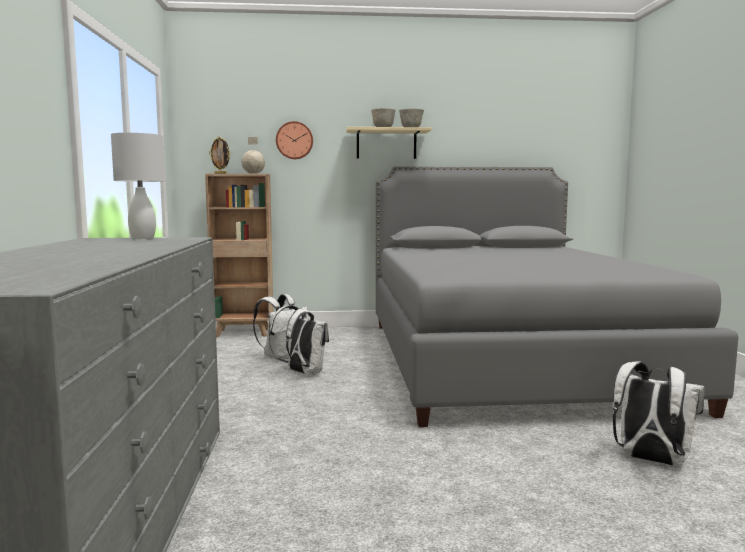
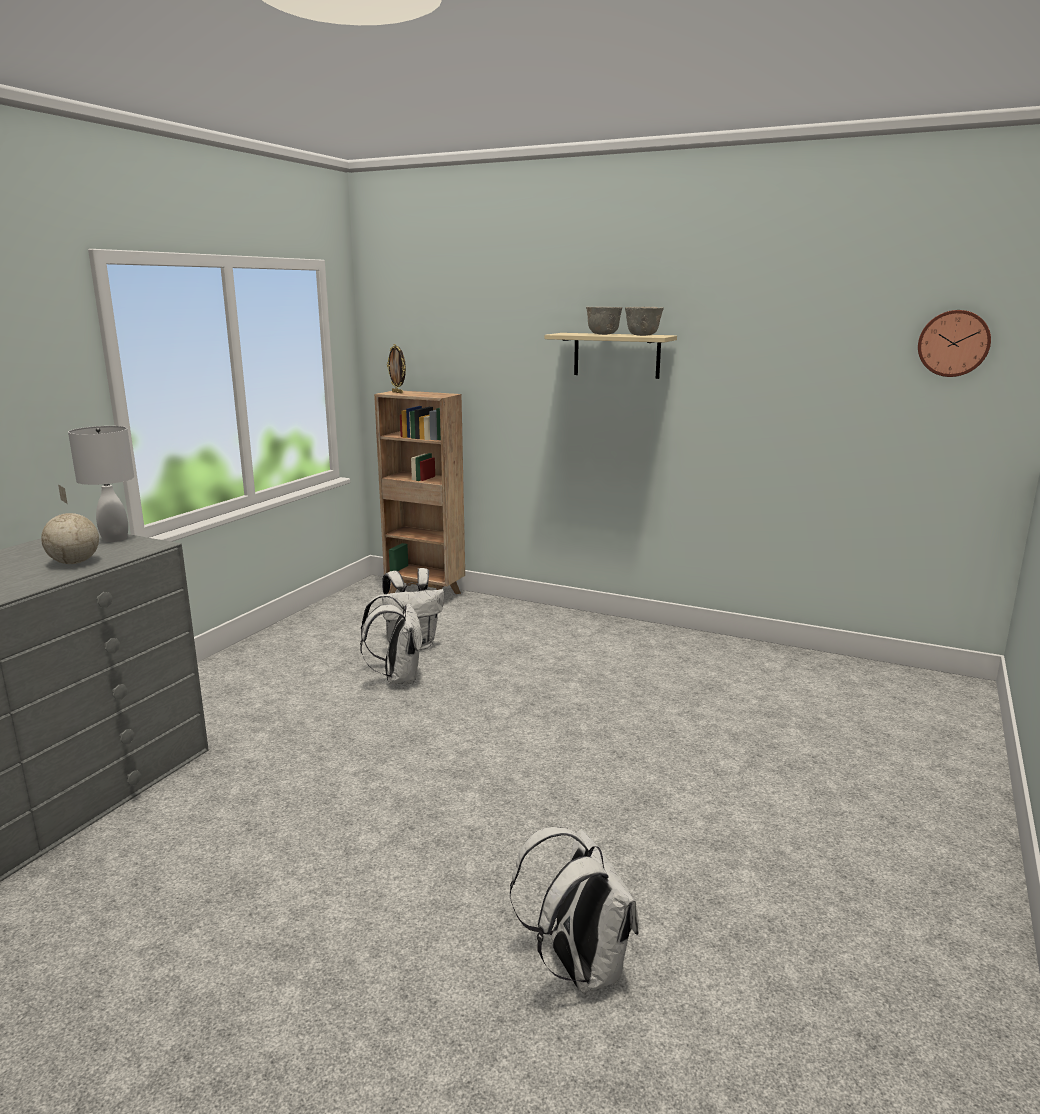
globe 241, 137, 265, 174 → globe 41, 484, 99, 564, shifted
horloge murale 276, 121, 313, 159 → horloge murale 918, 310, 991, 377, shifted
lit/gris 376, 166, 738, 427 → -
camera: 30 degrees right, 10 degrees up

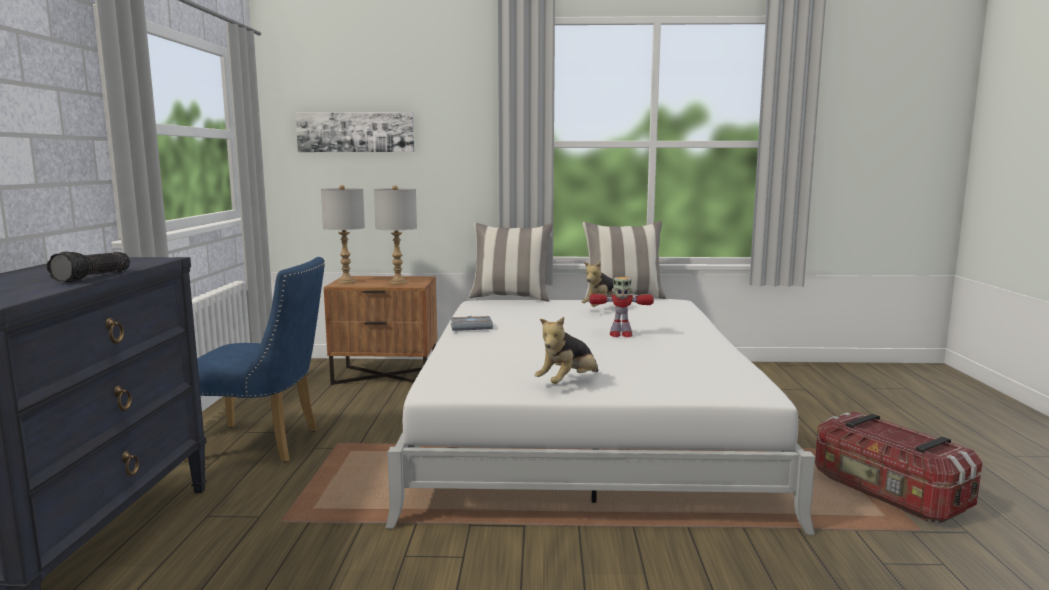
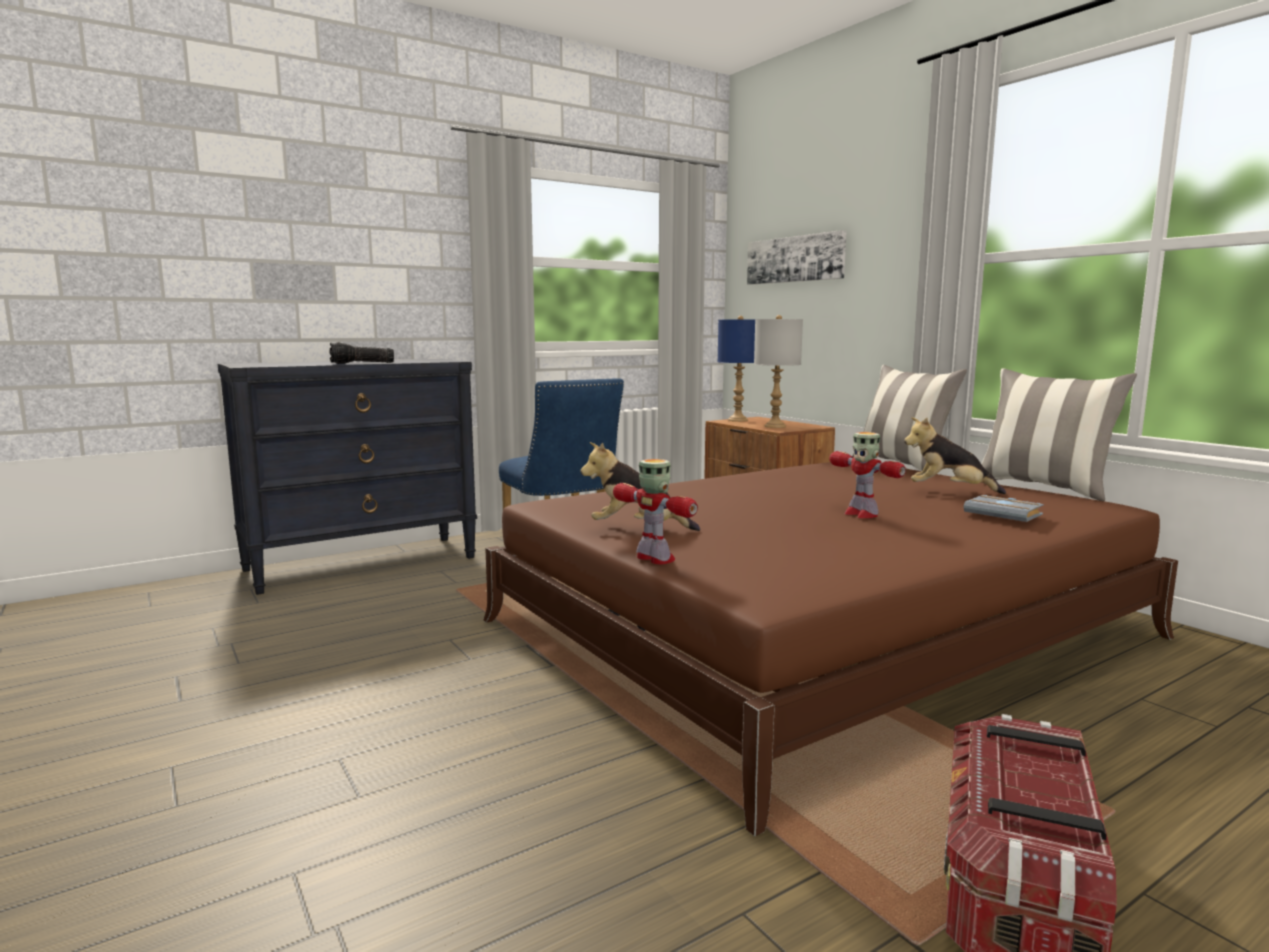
lit/blanc 385, 299, 815, 535 → lit/marron 483, 462, 1178, 836
- → robot jouet 613, 459, 698, 564
lampe de table/gris 321, 185, 365, 284 → lampe de table/bleu 718, 316, 755, 422
livre/gris 450, 316, 493, 331 → livre/gris 964, 495, 1044, 522, shifted
camera: 55 degrees right, 0 degrees up

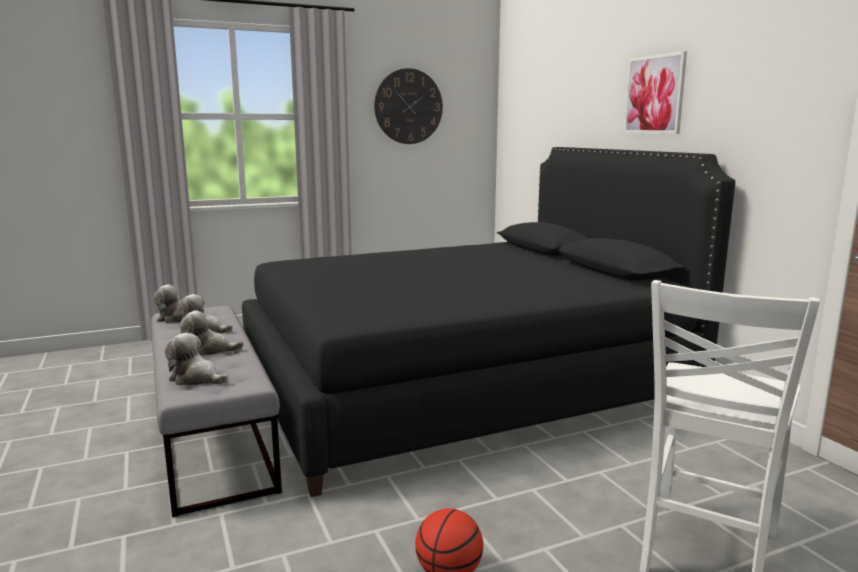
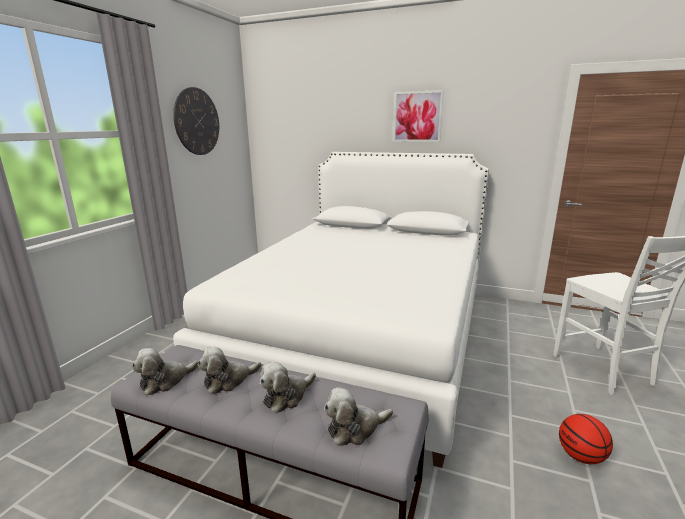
lit/noir 242, 147, 735, 497 → lit/blanc 173, 152, 489, 468
camera: 45 degrees left, 5 degrees up

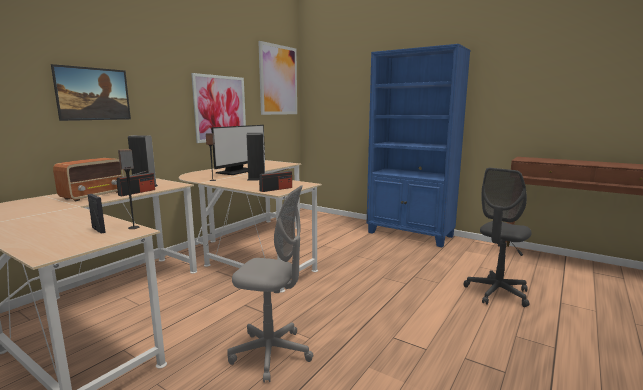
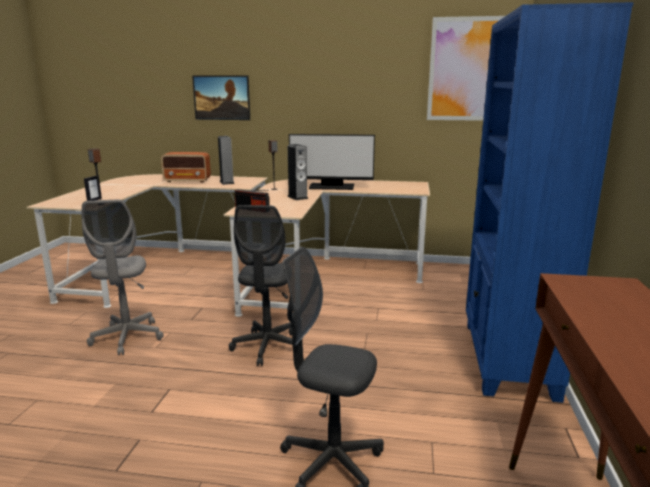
- → chaise de bureau/gris 229, 205, 293, 366
radio 116, 170, 155, 196 → -
tableau 191, 73, 246, 143 → -
camera: 65 degrees right, 5 degrees up

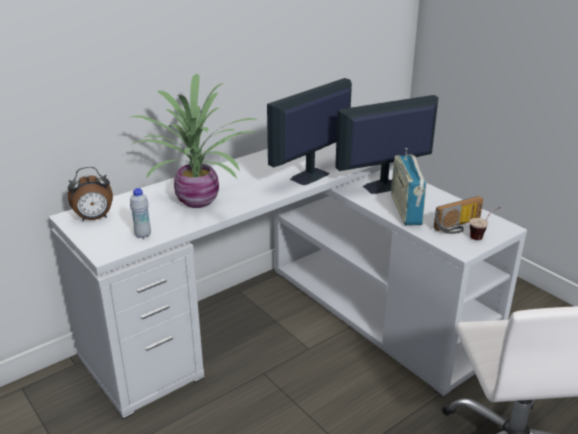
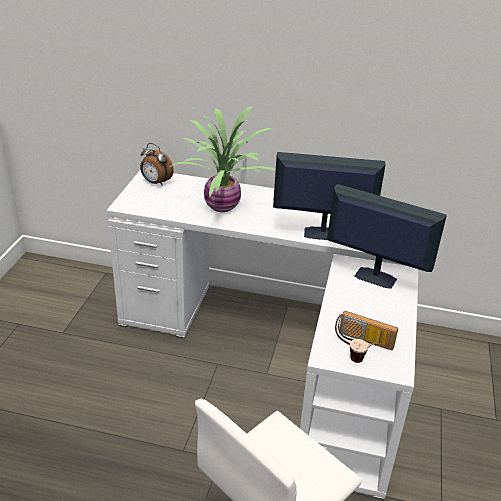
bouteille/blanc 130, 188, 151, 239 → -
radio 391, 148, 426, 226 → -
camera: 50 degrees right, 5 degrees up

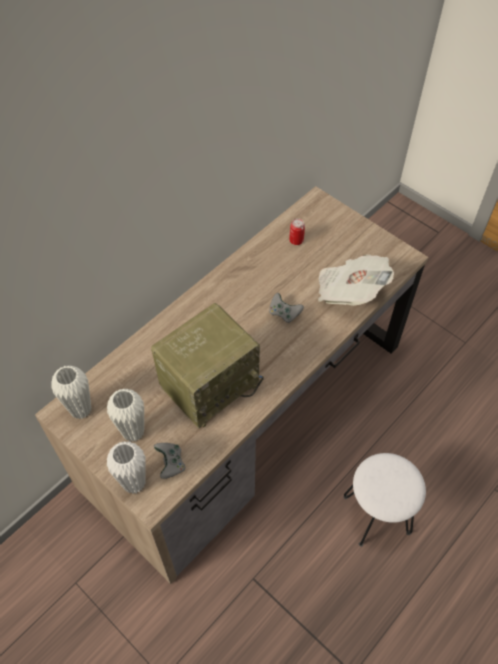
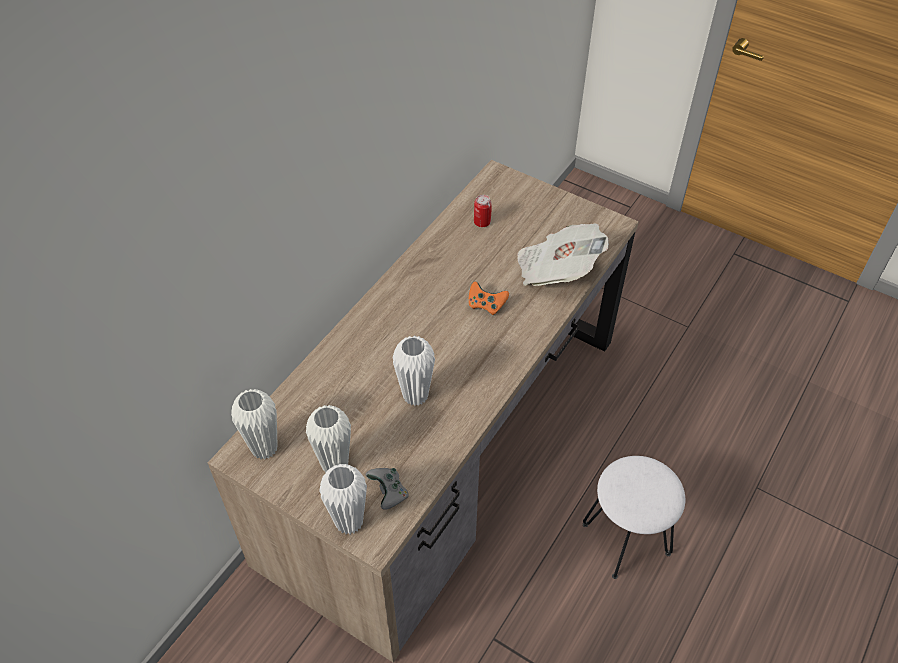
radio 151, 303, 264, 428 → vase/blanc 392, 336, 435, 406
manette/gris 269, 293, 304, 323 → manette/orange 469, 281, 509, 315
camera: 10 degrees left, 5 degrees down

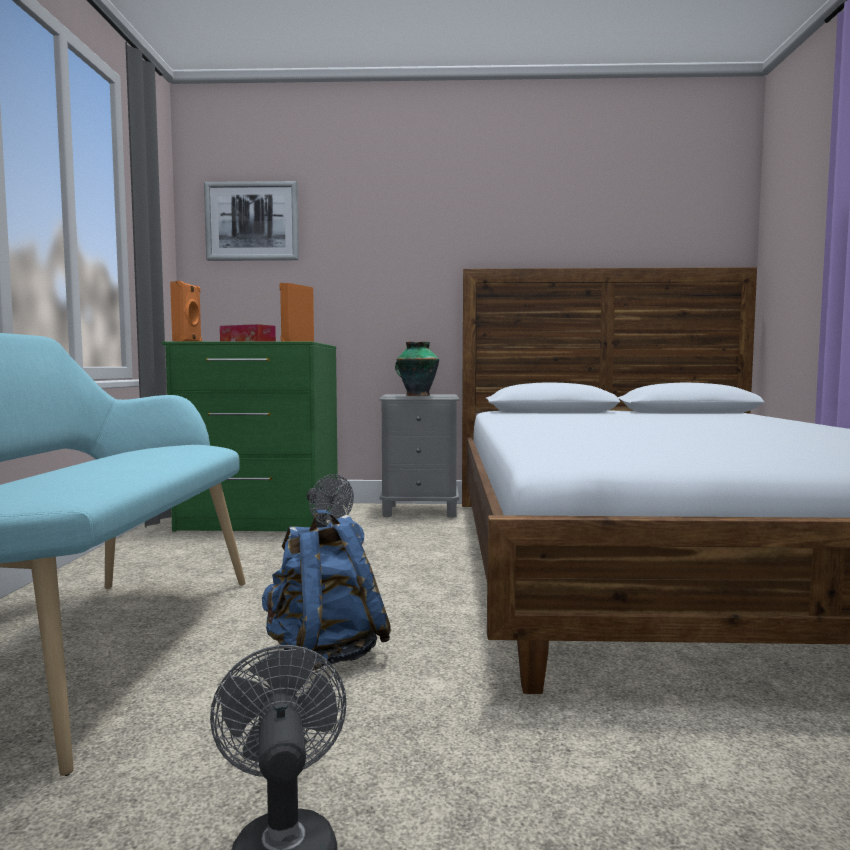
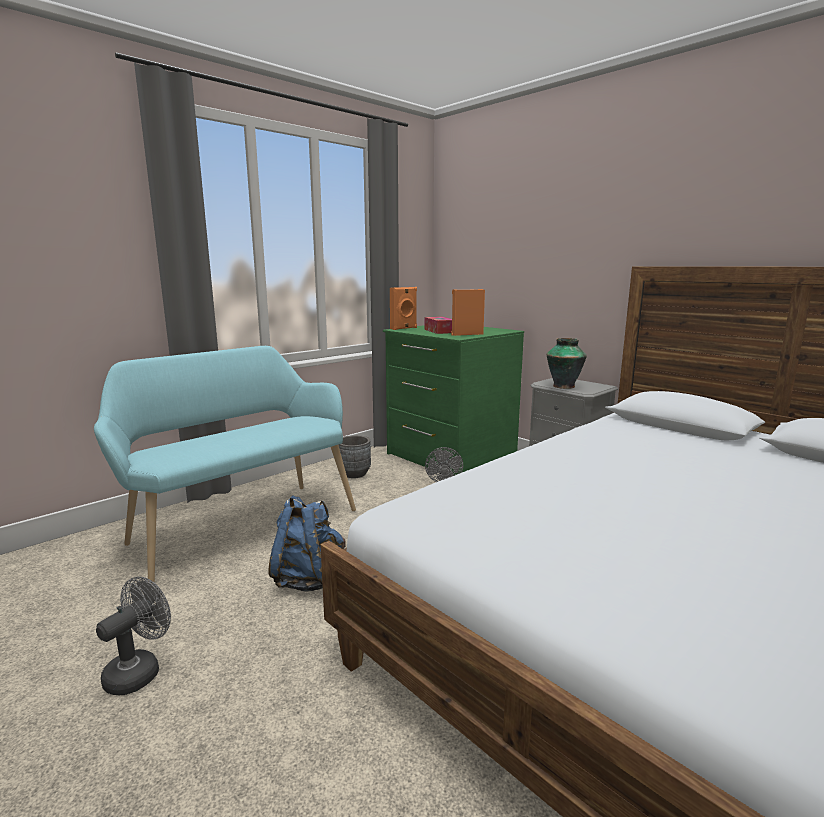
- → cache-pot/gris 338, 435, 371, 478
tableau 204, 181, 299, 261 → -
camera: 45 degrees right, 10 degrees up

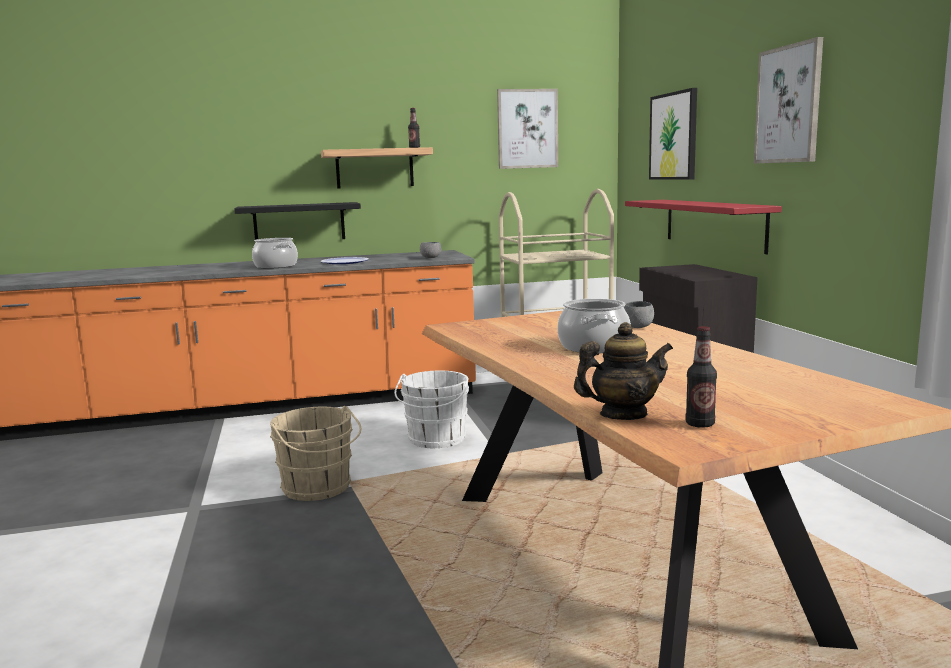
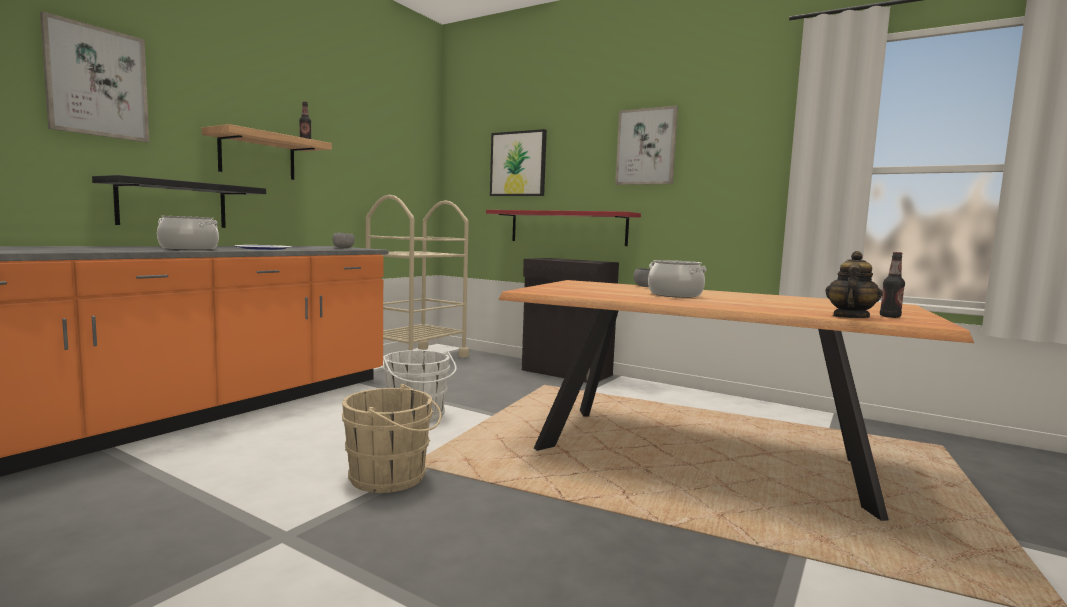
tableau 497, 89, 558, 169 → tableau 40, 11, 149, 142, shifted
camera: 45 degrees left, 5 degrees down

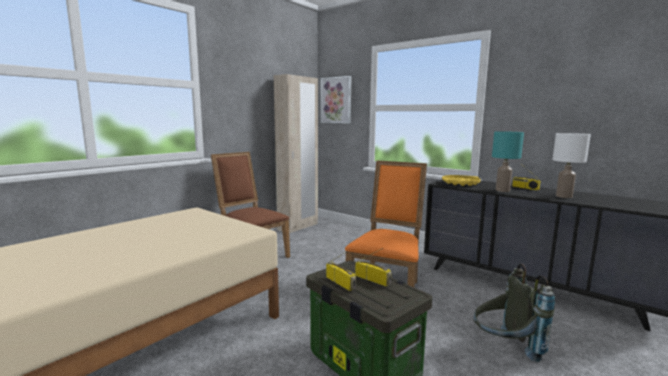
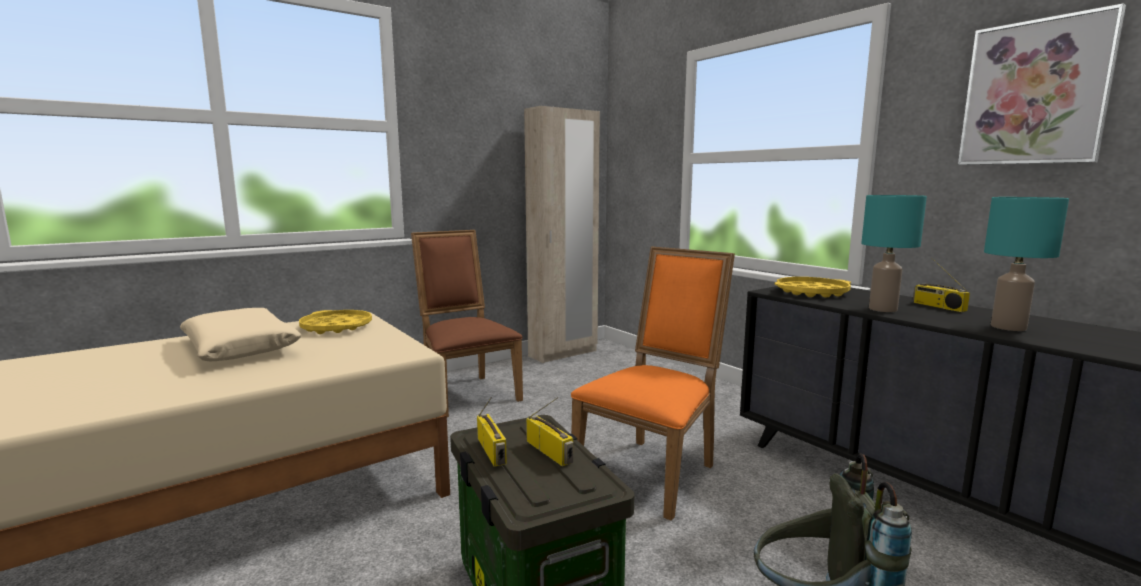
- → coussin/beige 180, 308, 302, 361
- → plateau/jaune 299, 310, 372, 334
tableau 321, 76, 352, 123 → tableau 958, 3, 1126, 165, shifted
lampe de table/blanc 552, 133, 591, 198 → lampe de table/turquoise 984, 197, 1069, 331
camera: 15 degrees right, 0 degrees up

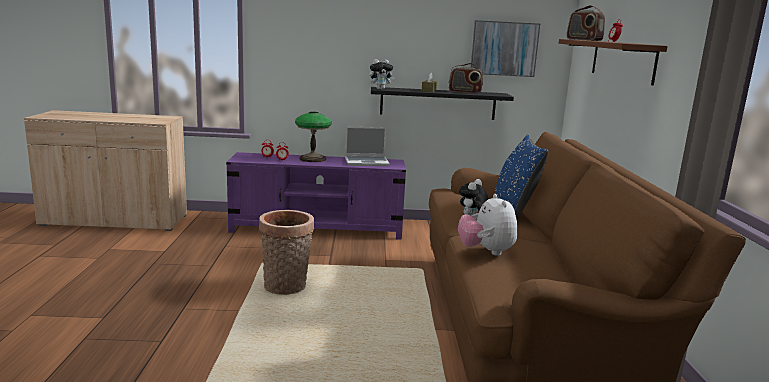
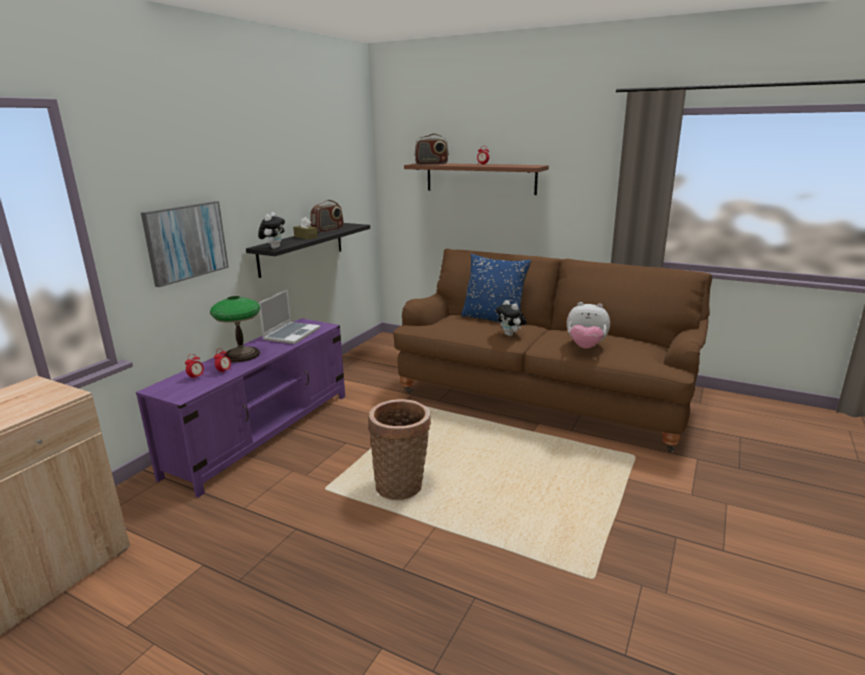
tableau 471, 20, 540, 77 → tableau 141, 201, 229, 287, shifted
camera: 60 degrees left, 5 degrees up

